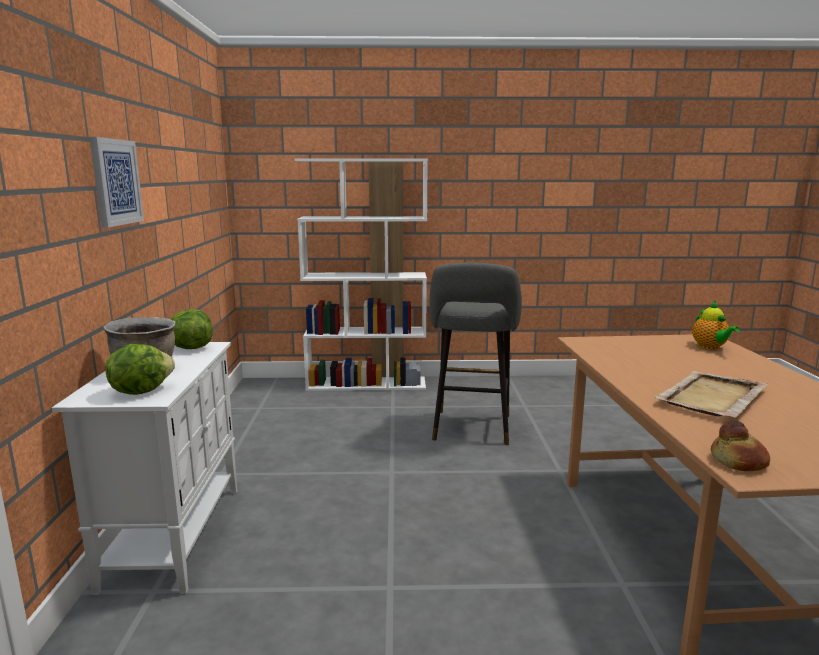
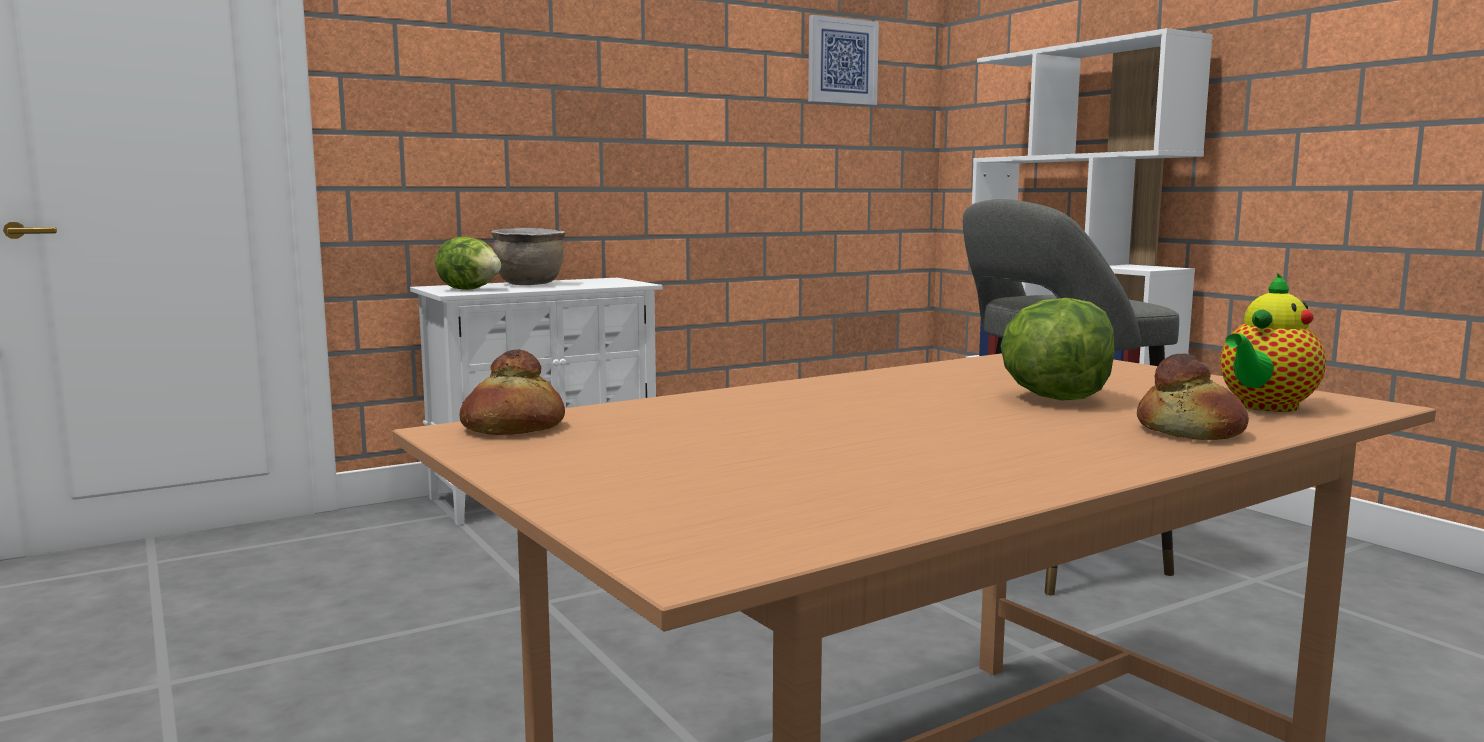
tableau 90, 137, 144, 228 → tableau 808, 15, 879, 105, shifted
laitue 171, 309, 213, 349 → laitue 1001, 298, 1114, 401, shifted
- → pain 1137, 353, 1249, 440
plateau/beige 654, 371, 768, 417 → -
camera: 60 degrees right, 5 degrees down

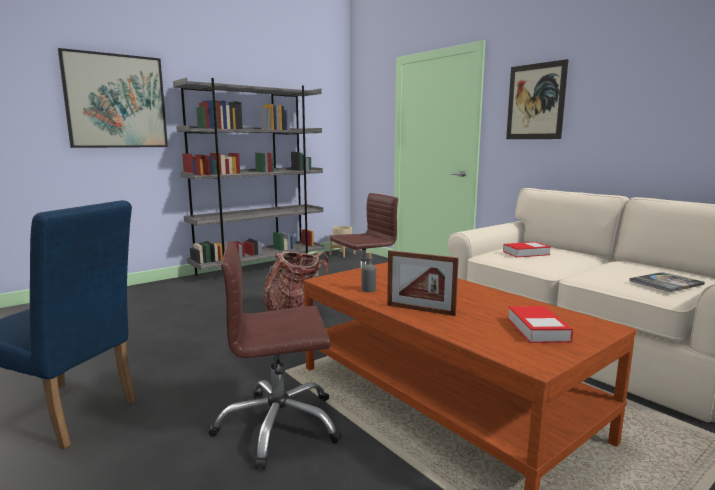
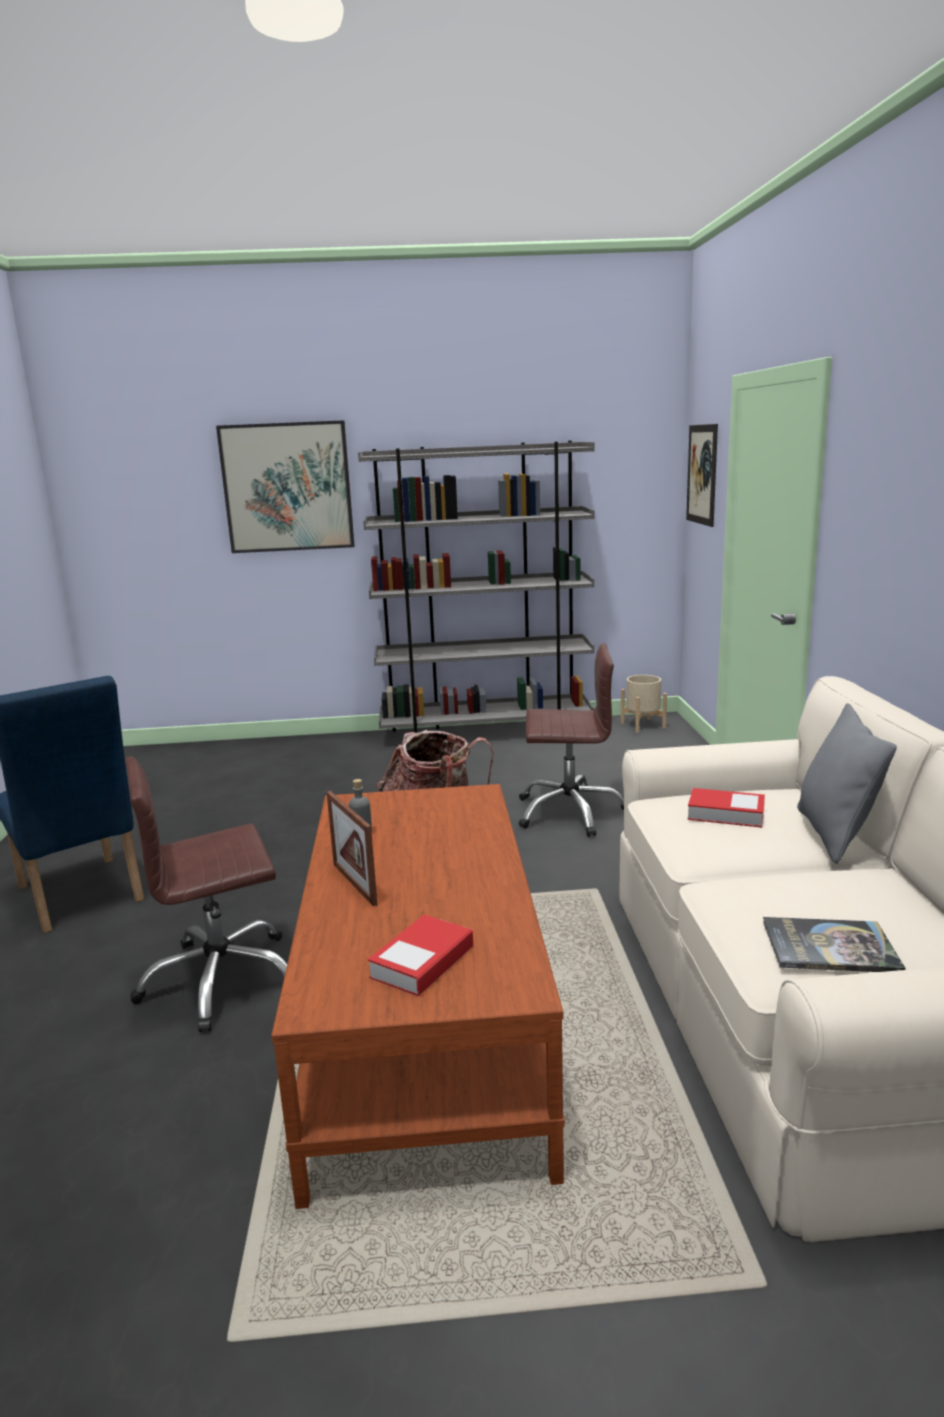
chaise de bureau/marron 209, 241, 342, 470 → chaise de bureau/marron 125, 757, 287, 1032, 45 degrees counterclockwise
tableau 506, 59, 569, 139 → tableau 686, 424, 718, 527, shifted
- → coussin/gris 797, 703, 897, 864
camera: 35 degrees right, 5 degrees up

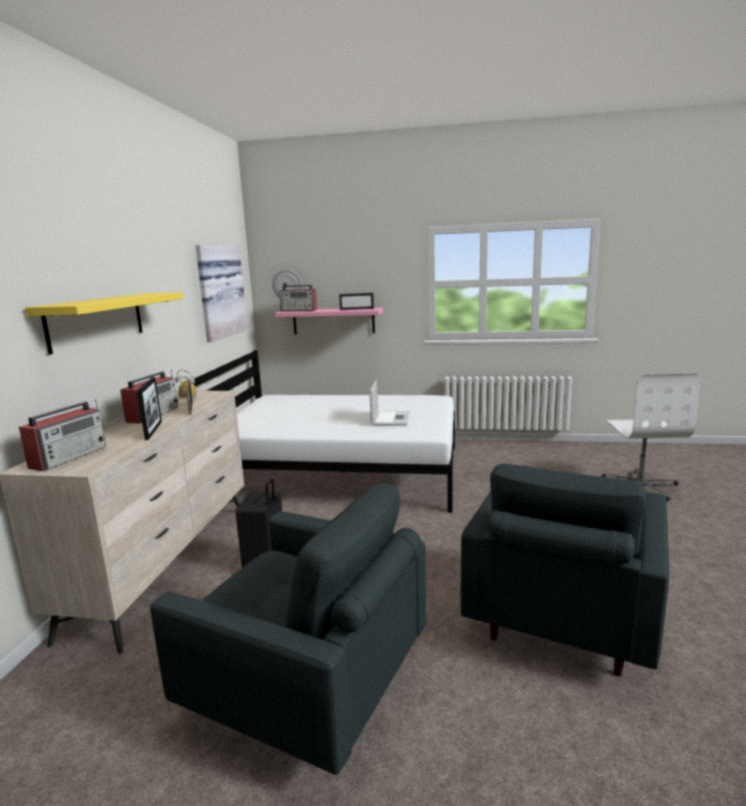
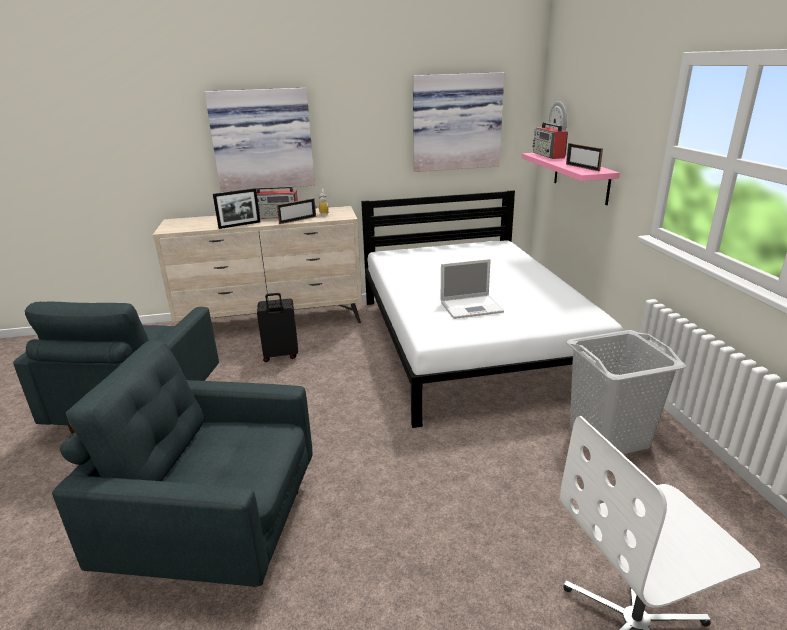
étagère/jaune 25, 292, 183, 354 → tableau 205, 88, 315, 192
- → panier à linge/gris 567, 330, 686, 454
radio 19, 399, 106, 471 → -
camera: 70 degrees right, 10 degrees up

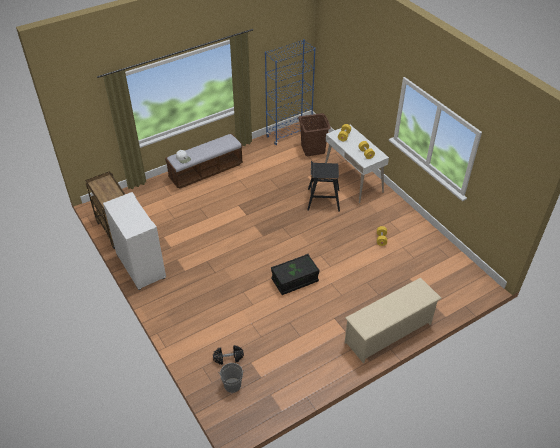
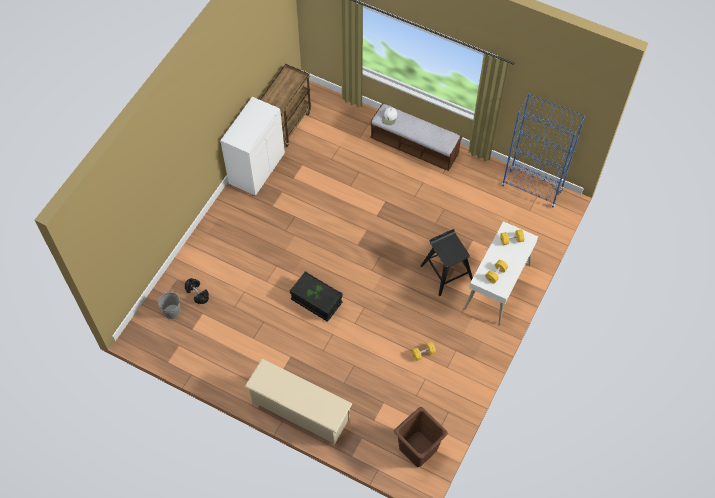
panier à linge/marron 298, 113, 331, 156 → panier à linge/marron 394, 407, 448, 467, shifted
camera: 60 degrees right, 15 degrees up

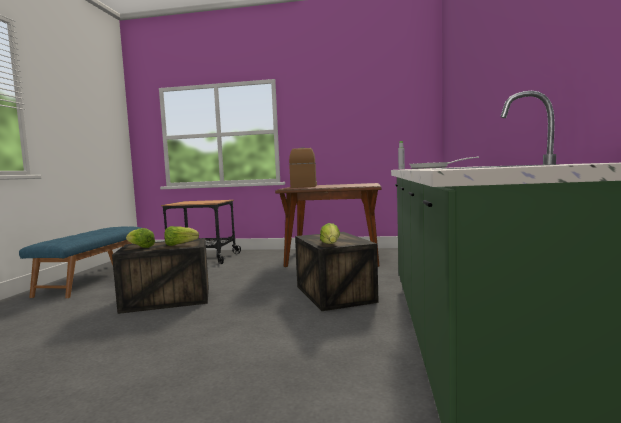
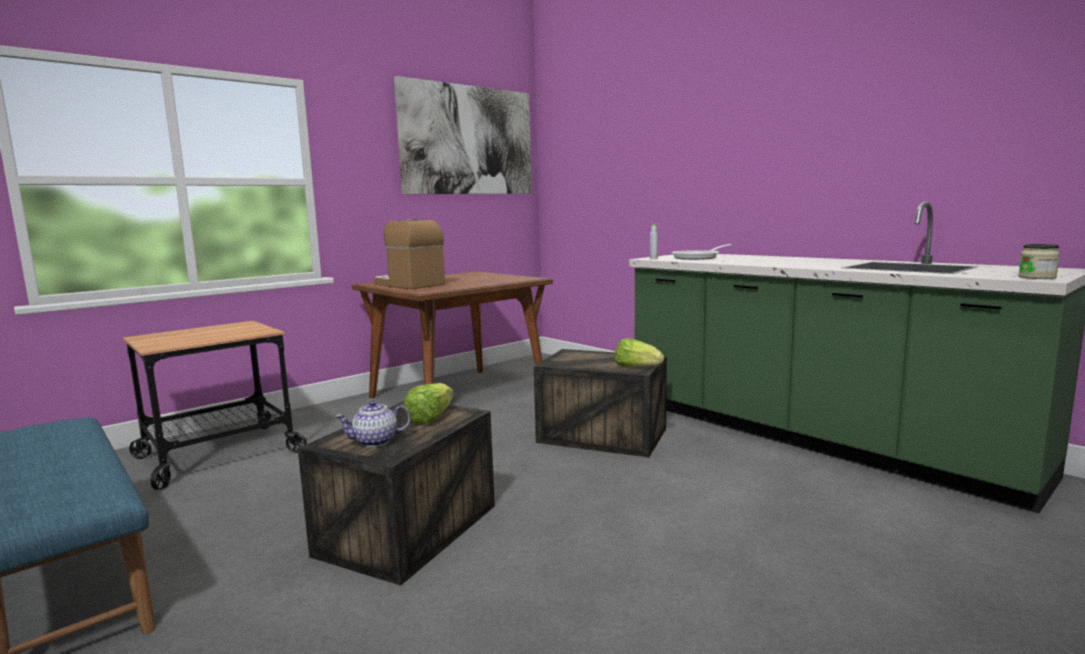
laitue 126, 228, 155, 248 → théière 335, 401, 411, 447
- → tableau 394, 76, 532, 194
- → bocal 1018, 244, 1060, 279
camera: 50 degrees left, 5 degrees up

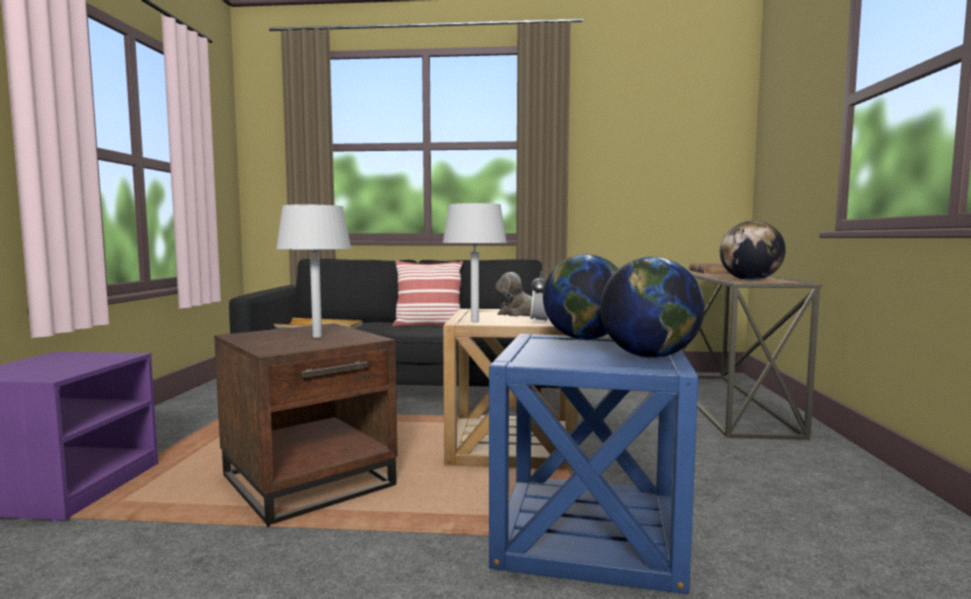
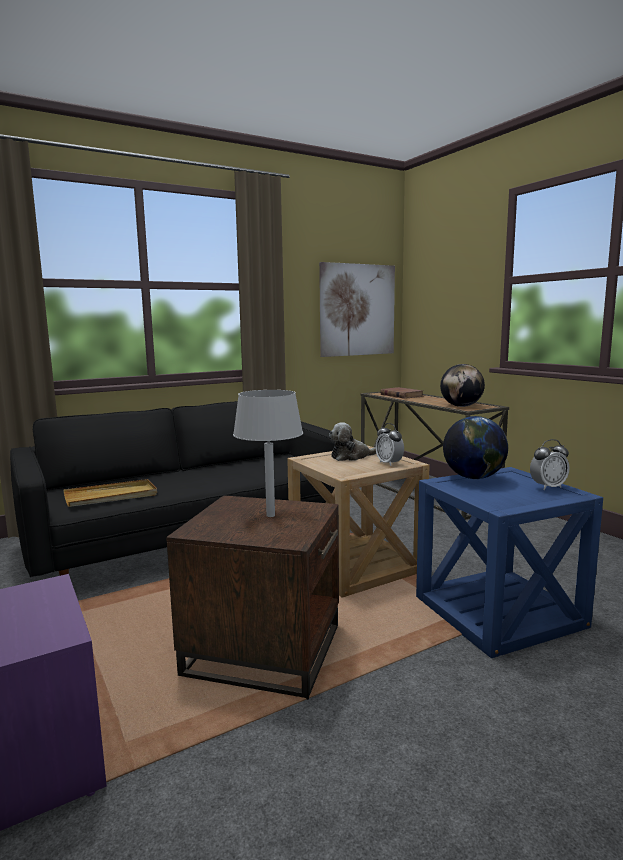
- → tableau 319, 262, 395, 357
globe 600, 257, 705, 358 → réveil 530, 439, 570, 490
coussin 393, 260, 463, 326 → -
lampe de table/gris 442, 203, 507, 322 → -
camera: 35 degrees left, 5 degrees up

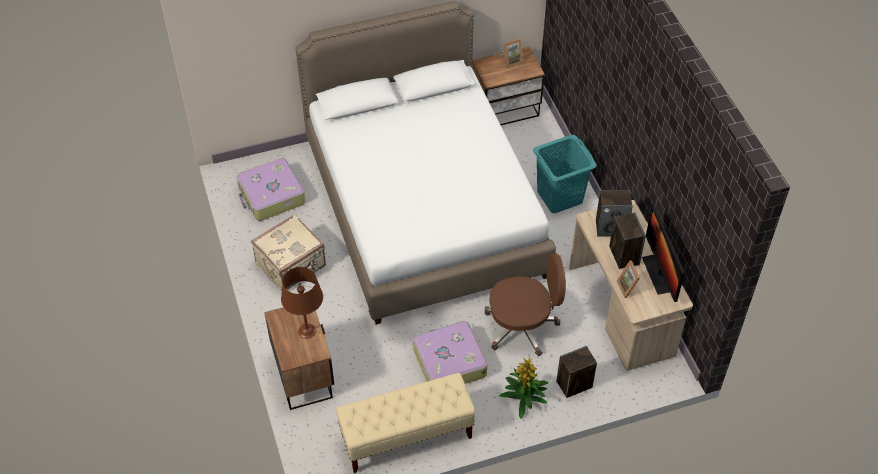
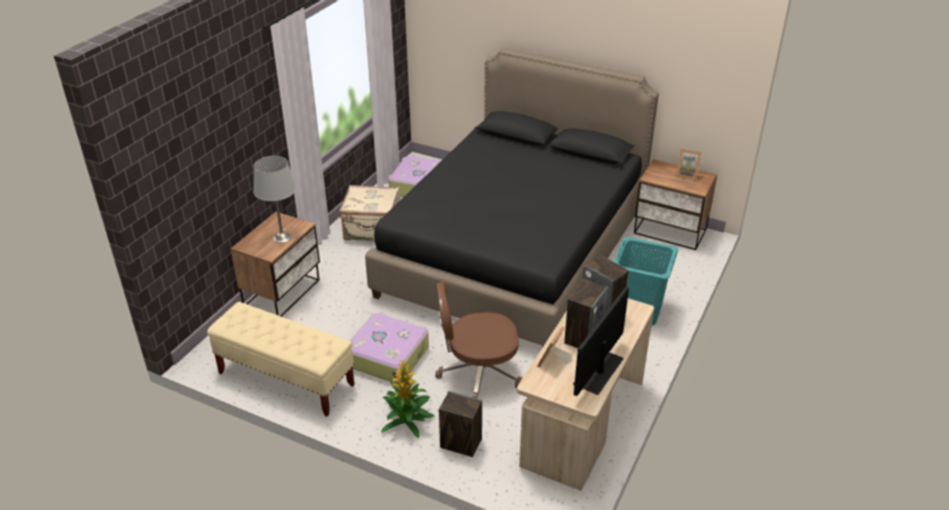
lampe de table/marron 281, 267, 323, 339 → lampe de table/gris 254, 156, 296, 243
lit/blanc 295, 1, 556, 325 → lit/noir 365, 48, 659, 348
chaise de bureau/marron 485, 253, 566, 356 → chaise de bureau/marron 435, 281, 522, 398, 135 degrees clockwise
camera: 45 degrees right, 15 degrees down

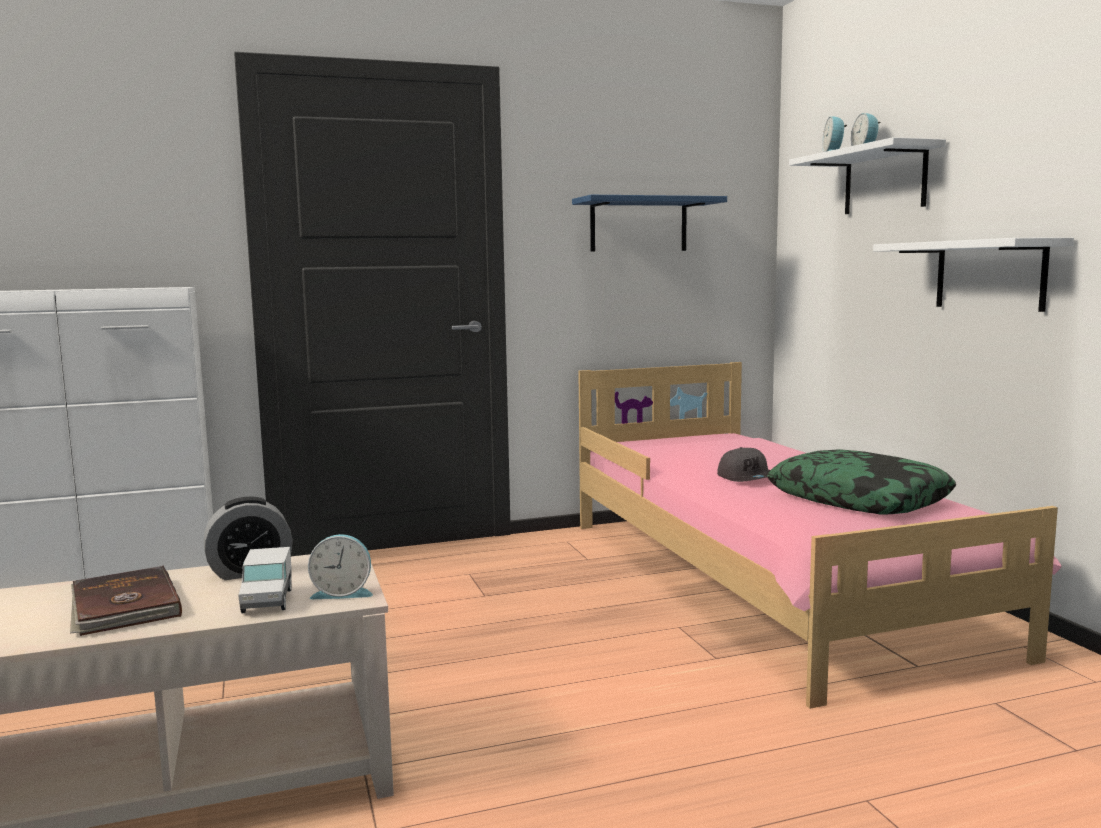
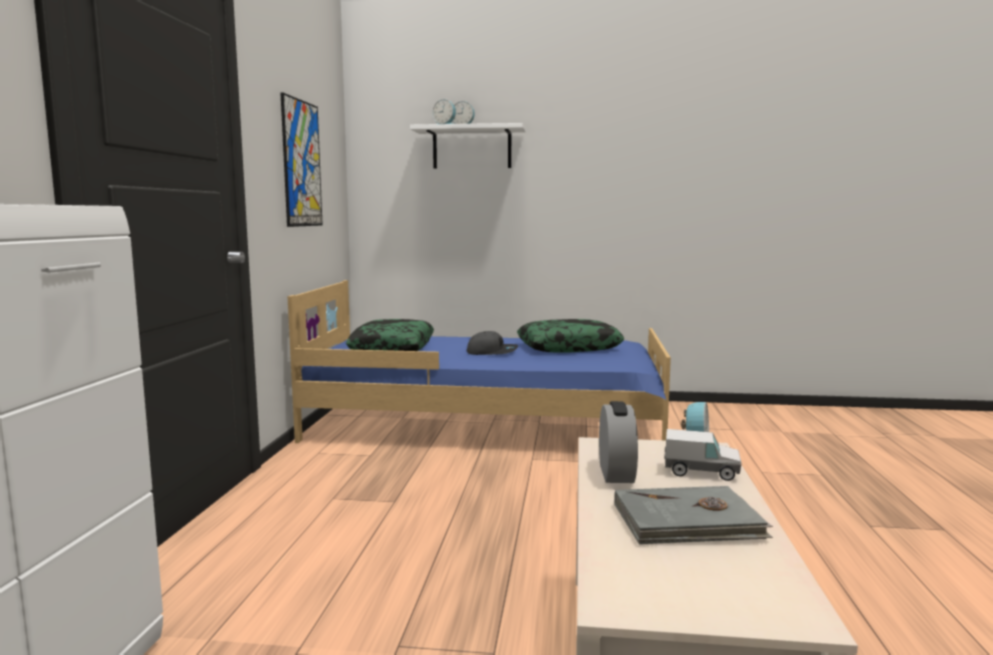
étagère/bleu 572, 195, 727, 252 → tableau 281, 92, 323, 227
lit/rose 578, 362, 1062, 709 → lit/bleu 287, 280, 671, 443
- → coussin 346, 319, 434, 351
livre/marron 70, 566, 182, 636 → livre/gris 614, 486, 773, 544
étagère/blanc 873, 237, 1074, 312 → -
camera: 65 degrees left, 0 degrees up

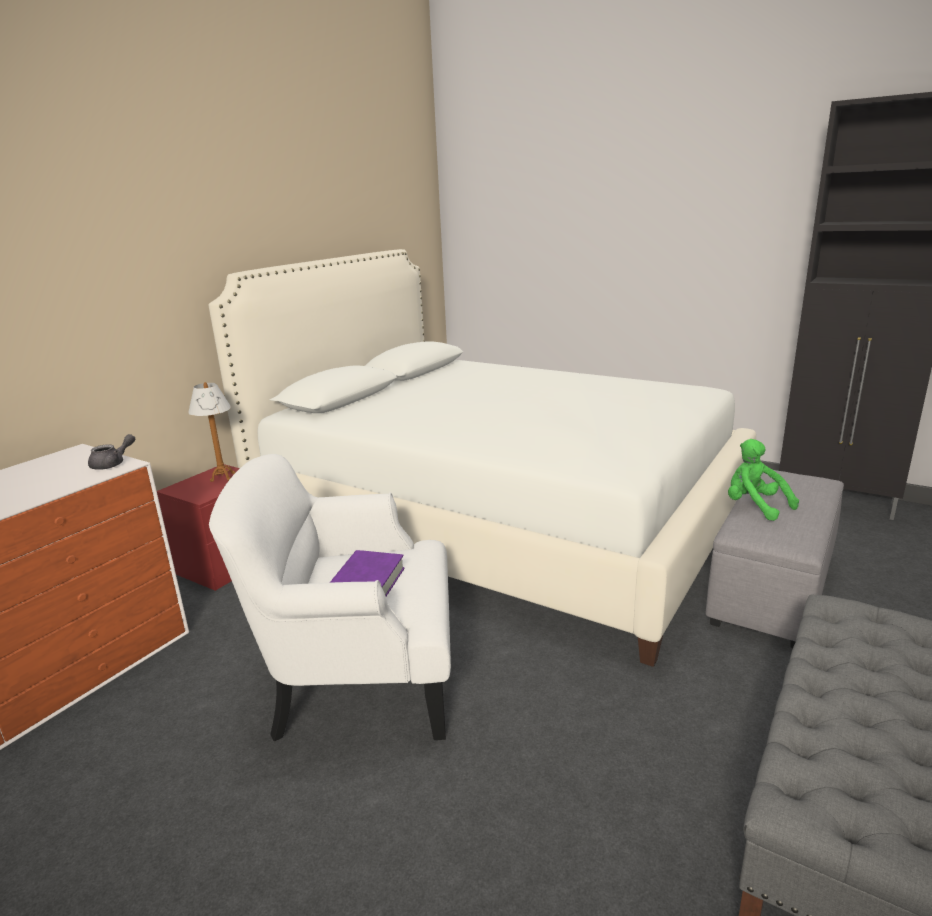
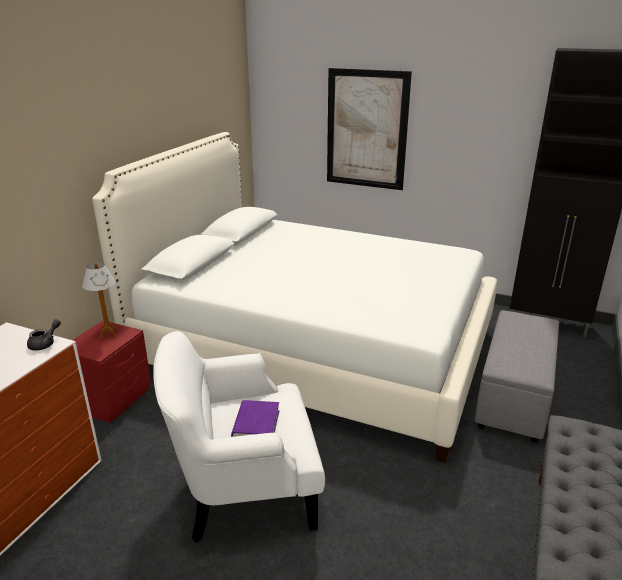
- → tableau 327, 68, 412, 190
peluche/vert 728, 439, 799, 521 → -
camera: 10 degrees left, 5 degrees up

